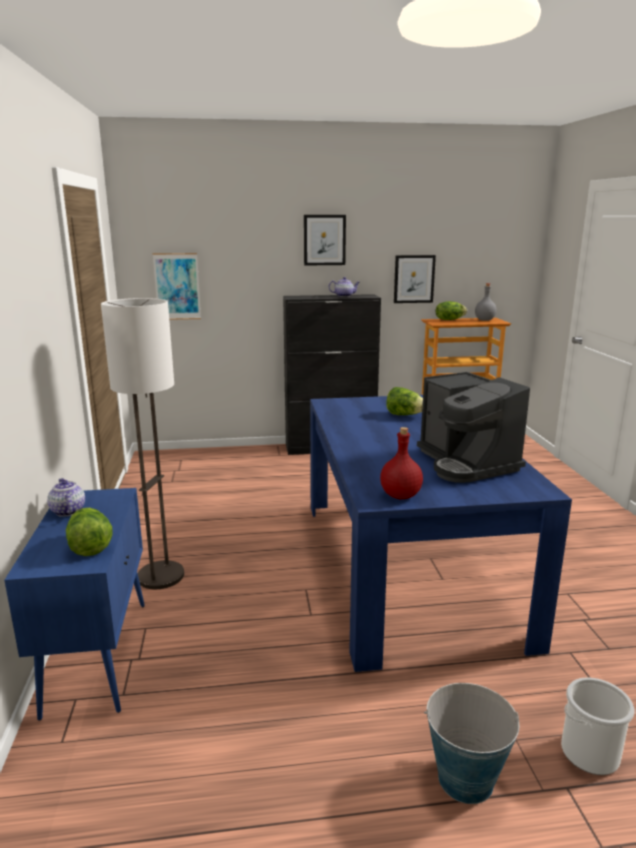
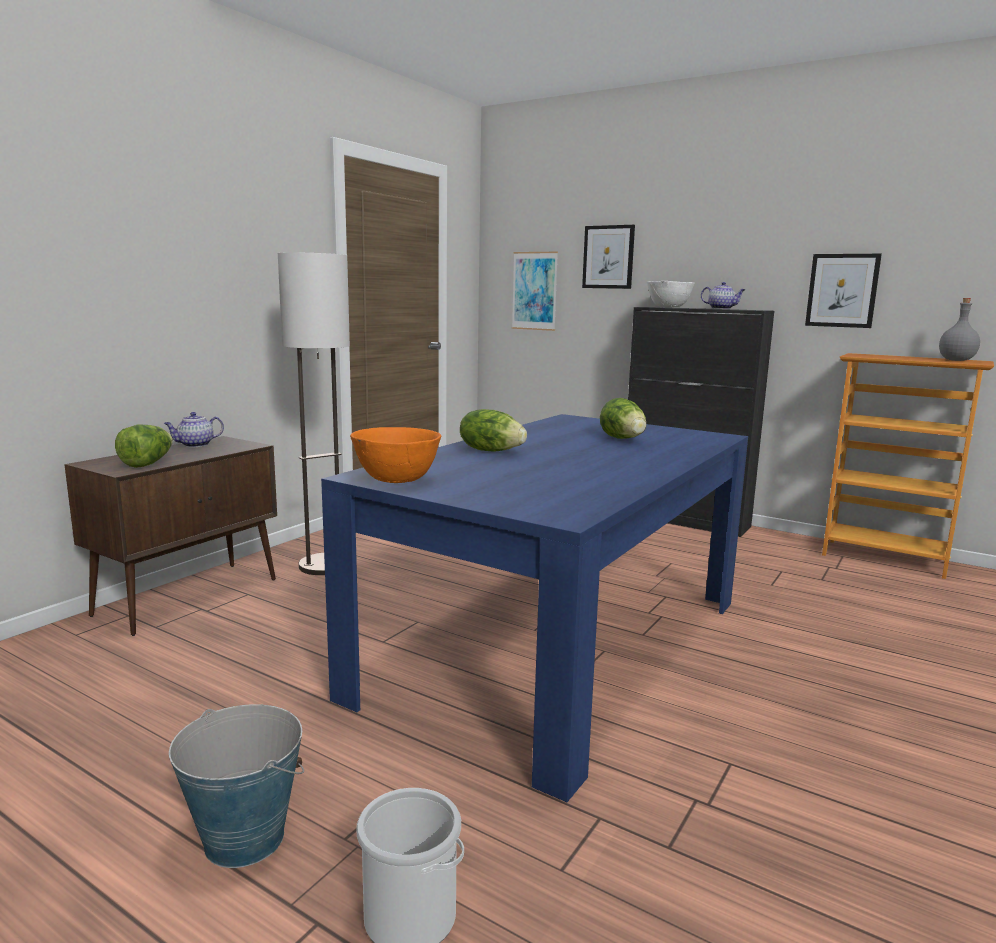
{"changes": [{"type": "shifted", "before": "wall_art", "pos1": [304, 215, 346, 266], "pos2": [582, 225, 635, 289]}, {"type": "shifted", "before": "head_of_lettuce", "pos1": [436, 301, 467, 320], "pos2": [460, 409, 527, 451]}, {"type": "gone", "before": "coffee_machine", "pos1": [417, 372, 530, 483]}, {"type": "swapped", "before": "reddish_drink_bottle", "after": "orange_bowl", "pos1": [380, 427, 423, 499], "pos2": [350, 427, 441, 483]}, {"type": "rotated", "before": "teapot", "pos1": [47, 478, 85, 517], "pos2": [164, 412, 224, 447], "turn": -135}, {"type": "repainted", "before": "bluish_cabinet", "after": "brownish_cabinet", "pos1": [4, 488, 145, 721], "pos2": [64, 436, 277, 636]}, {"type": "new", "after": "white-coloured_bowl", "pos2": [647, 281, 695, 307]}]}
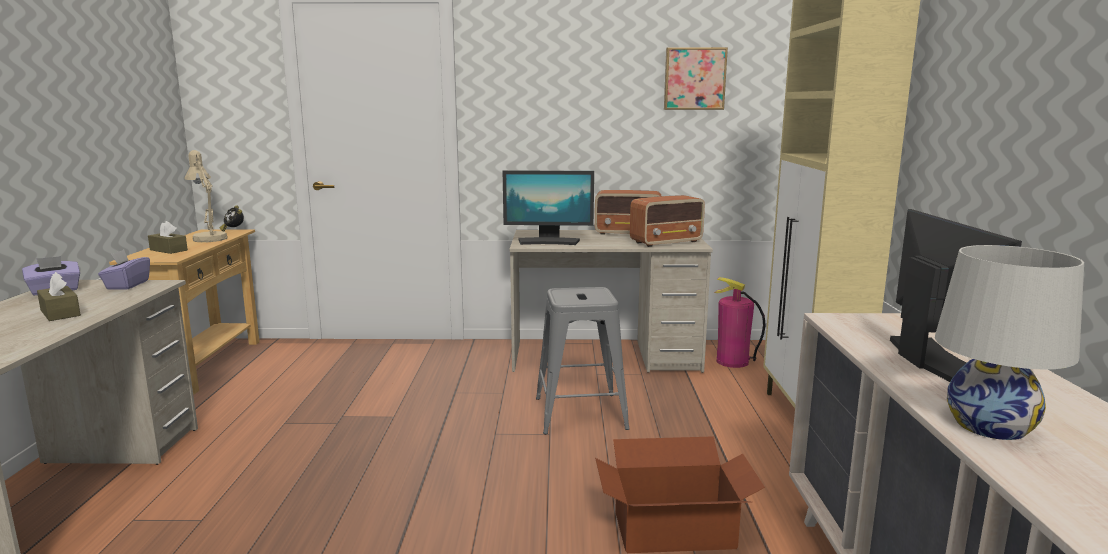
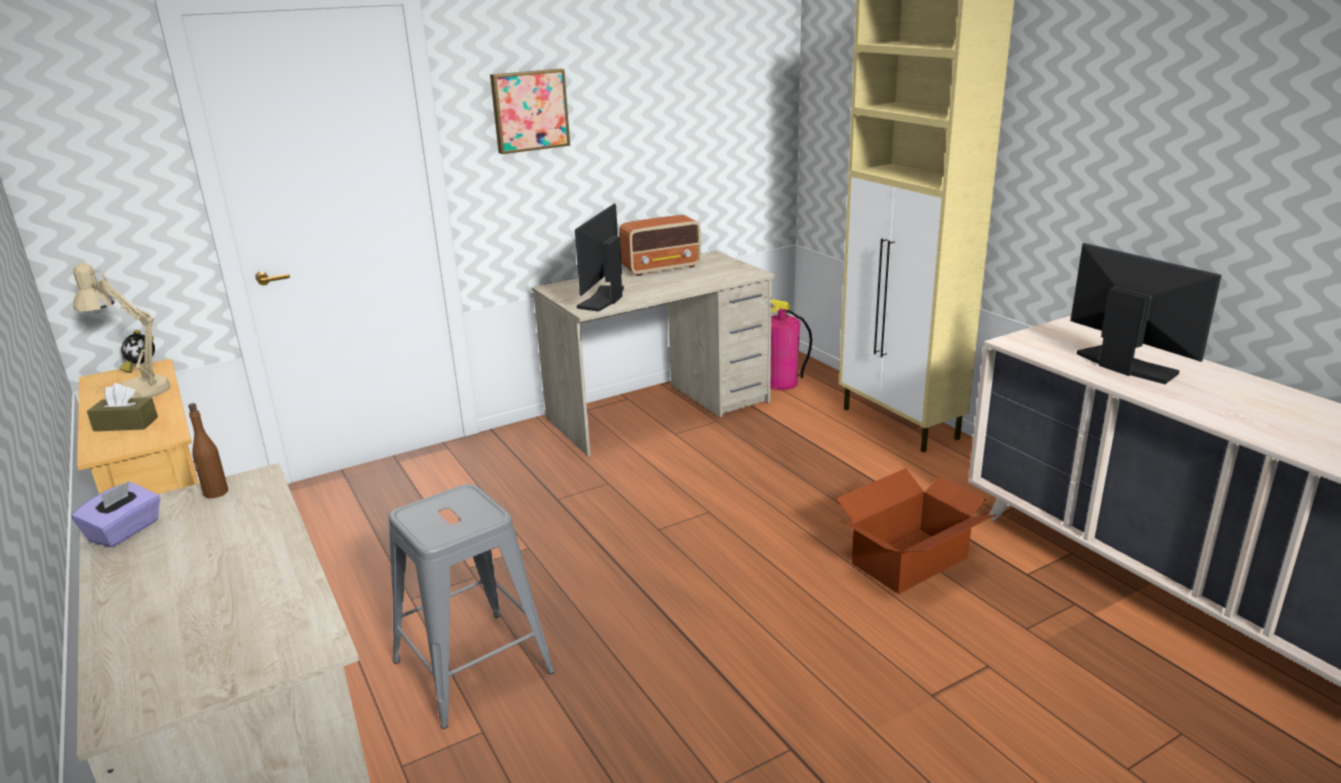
{"changes": [{"type": "shifted", "before": "wall_art", "pos1": [664, 47, 728, 110], "pos2": [490, 69, 570, 154]}, {"type": "rotated", "before": "computer_screen", "pos1": [503, 170, 594, 245], "pos2": [575, 203, 624, 312], "turn": 135}, {"type": "gone", "before": "radio_set", "pos1": [630, 195, 705, 247]}, {"type": "gone", "before": "white-coloured_tabletop_lamp", "pos1": [935, 245, 1084, 440]}, {"type": "swapped", "before": "purple-coloured_tissue_holder", "after": "brownish_drink_bottle", "pos1": [98, 250, 150, 289], "pos2": [188, 403, 228, 498]}, {"type": "gone", "before": "brownish_tissue_holder", "pos1": [37, 272, 81, 321]}, {"type": "shifted", "before": "gray_sitting_stool", "pos1": [536, 287, 630, 434], "pos2": [388, 484, 554, 729]}]}
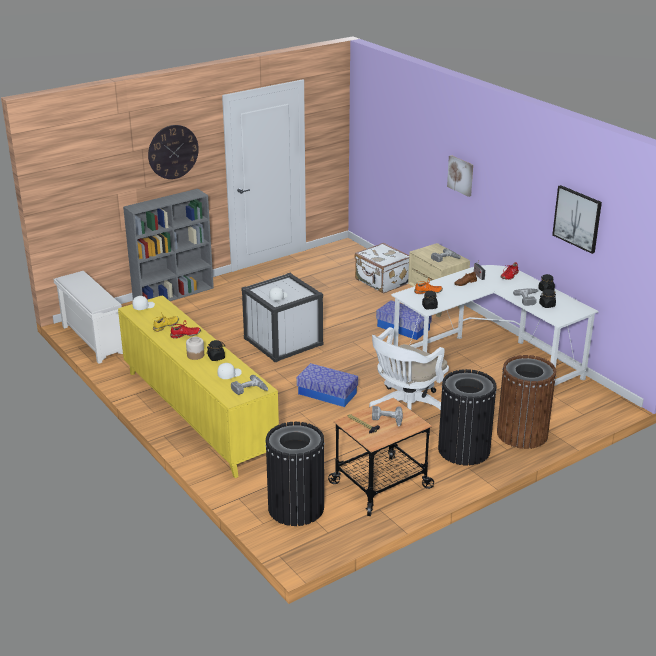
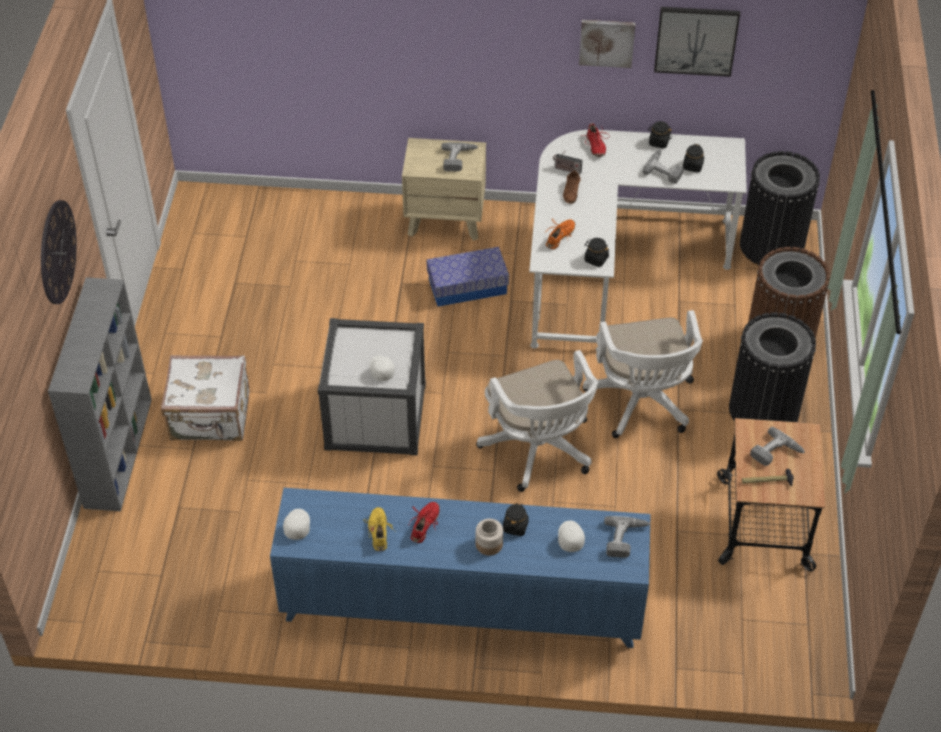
{"changes": [{"type": "shifted", "before": "wall_art", "pos1": [447, 155, 473, 197], "pos2": [579, 20, 635, 68]}, {"type": "shifted", "before": "white-coloured_piece_of_luggage", "pos1": [355, 243, 409, 293], "pos2": [161, 355, 249, 441]}, {"type": "gone", "before": "white-coloured_shoe_shelf", "pos1": [54, 271, 123, 364]}, {"type": "repainted", "before": "yellow_cabinet", "after": "bluish_cabinet", "pos1": [118, 295, 279, 478], "pos2": [270, 488, 651, 648]}, {"type": "swapped", "before": "storage_container", "after": "white-coloured_computer_chair", "pos1": [297, 363, 358, 407], "pos2": [476, 350, 598, 492]}, {"type": "shifted", "before": "blackish_rubbish_bin", "pos1": [265, 422, 325, 526], "pos2": [740, 151, 820, 265]}]}
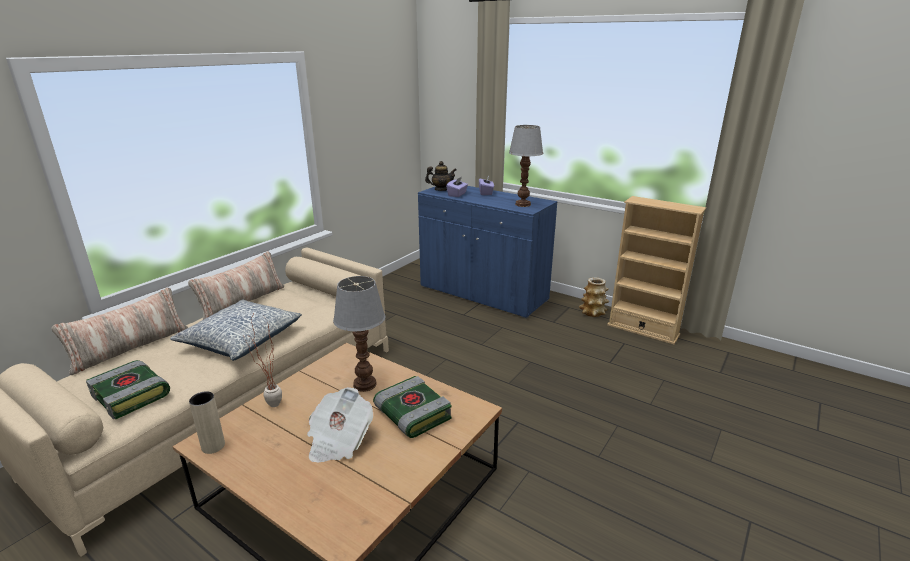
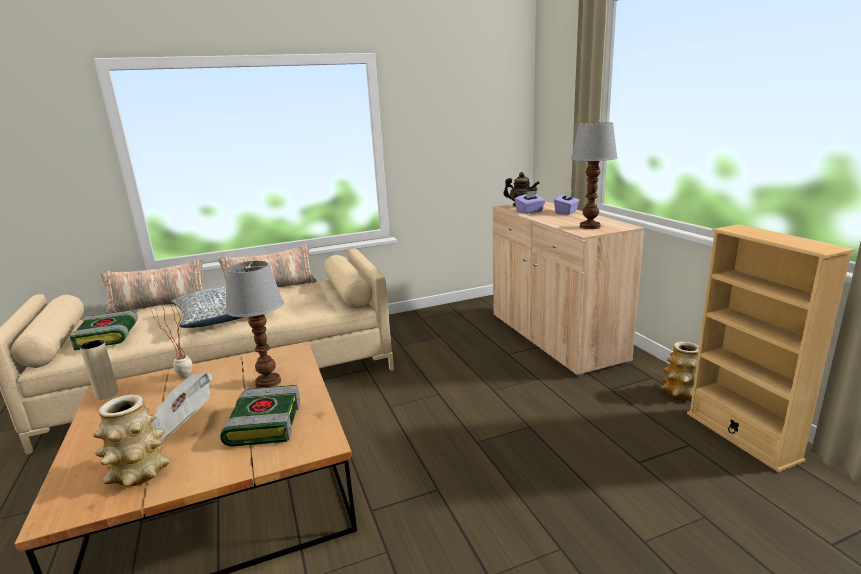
{"changes": [{"type": "repainted", "before": "bluish_cabinet", "after": "beige_cabinet", "pos1": [418, 186, 558, 319], "pos2": [493, 201, 645, 377]}, {"type": "new", "after": "decorative_vase", "pos2": [94, 395, 170, 487]}]}
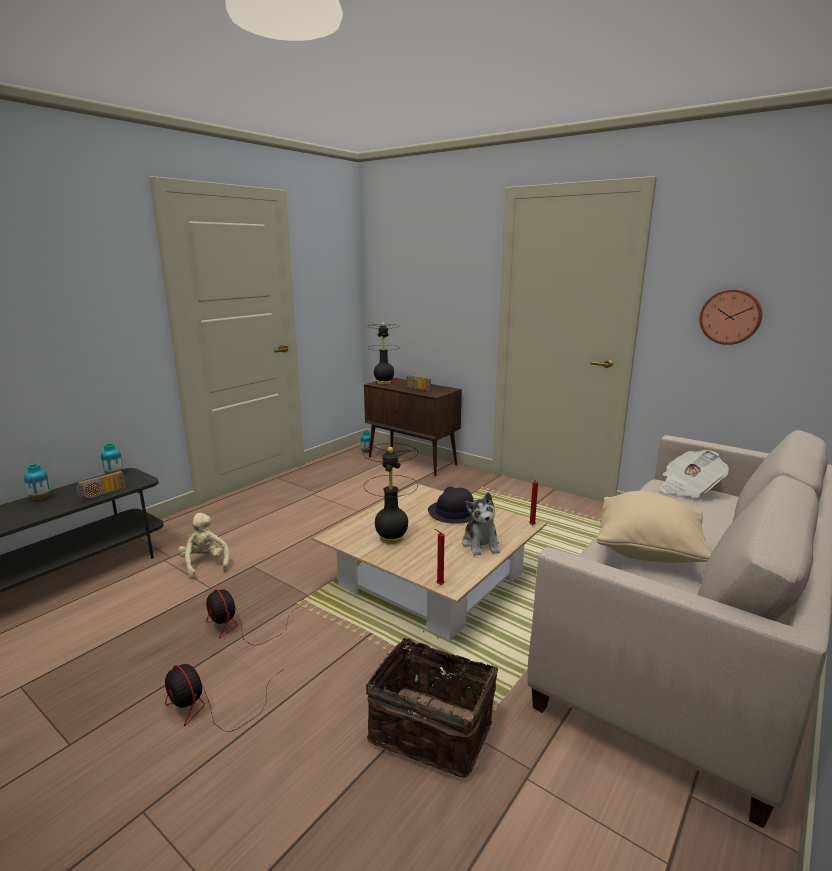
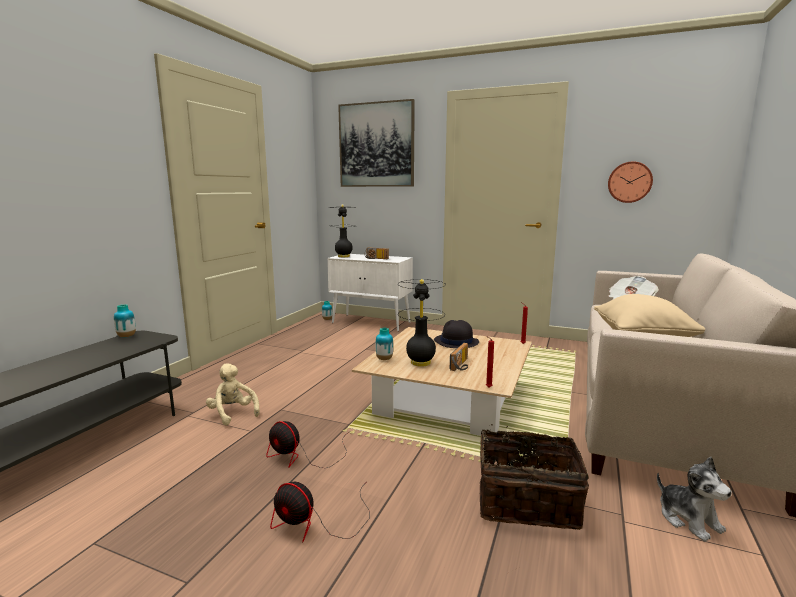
{"changes": [{"type": "repainted", "before": "brownish_cabinet", "after": "white-coloured_cabinet", "pos1": [364, 378, 462, 476], "pos2": [327, 254, 413, 331]}, {"type": "shifted", "before": "decorative_vase", "pos1": [24, 464, 51, 500], "pos2": [376, 328, 393, 360]}, {"type": "shifted", "before": "radio_set", "pos1": [77, 471, 126, 501], "pos2": [450, 343, 468, 371]}, {"type": "shifted", "before": "soft_toy", "pos1": [462, 492, 500, 556], "pos2": [657, 457, 732, 542]}, {"type": "new", "after": "wall_art", "pos2": [338, 99, 415, 187]}]}
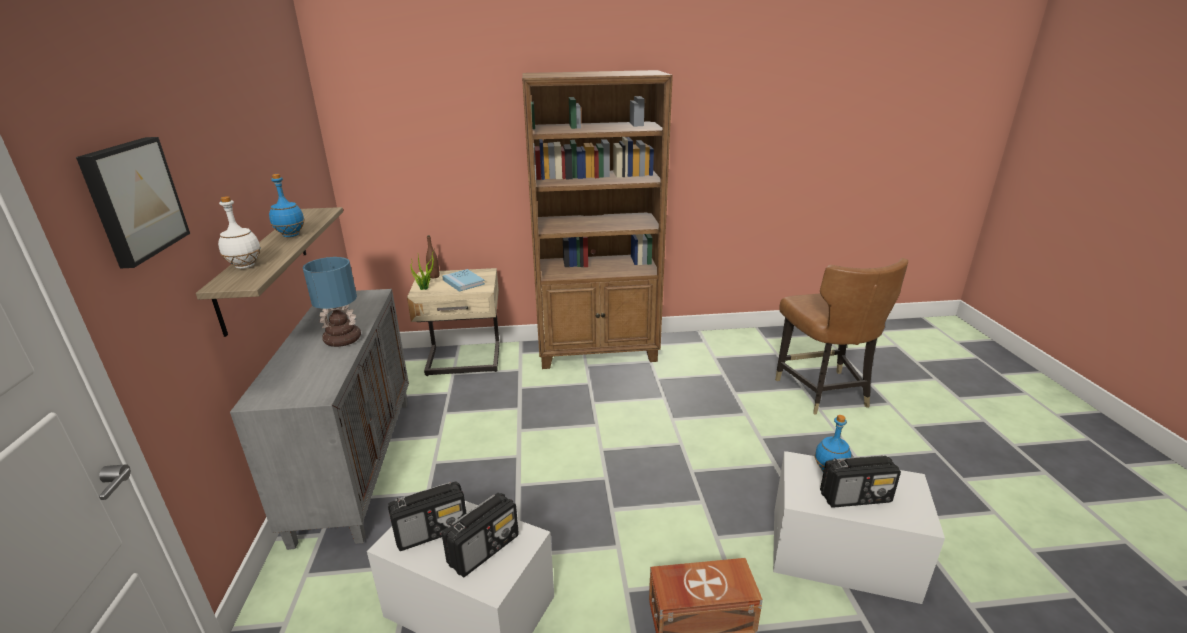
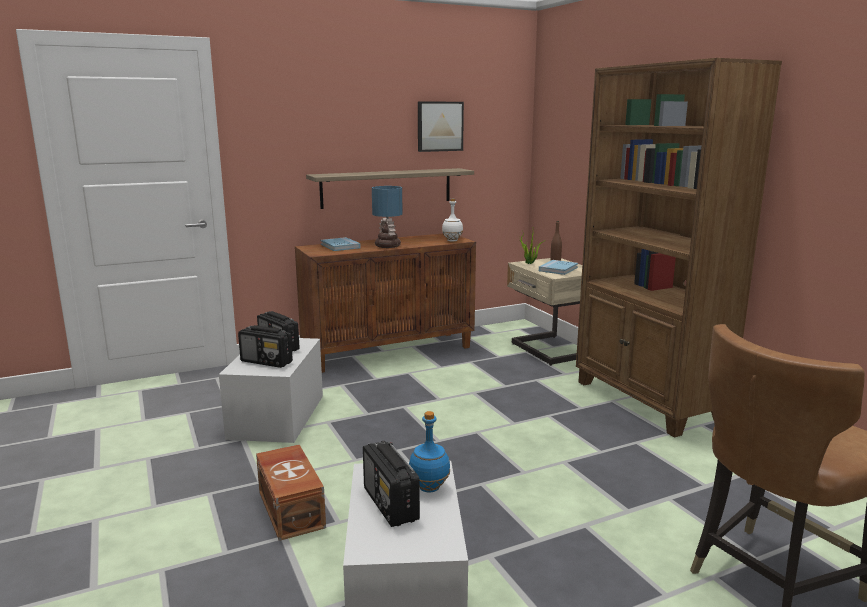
{"changes": [{"type": "shifted", "before": "wall_art", "pos1": [76, 137, 190, 269], "pos2": [418, 101, 464, 152]}, {"type": "gone", "before": "bluish_drink_bottle", "pos1": [269, 174, 305, 237]}, {"type": "shifted", "before": "white-coloured_drink_bottle", "pos1": [218, 196, 261, 269], "pos2": [442, 199, 463, 241]}, {"type": "repainted", "before": "gray_cabinet", "after": "brownish_cabinet", "pos1": [230, 289, 409, 550], "pos2": [295, 234, 476, 373]}, {"type": "new", "after": "bluish_volume", "pos2": [321, 237, 361, 251]}]}
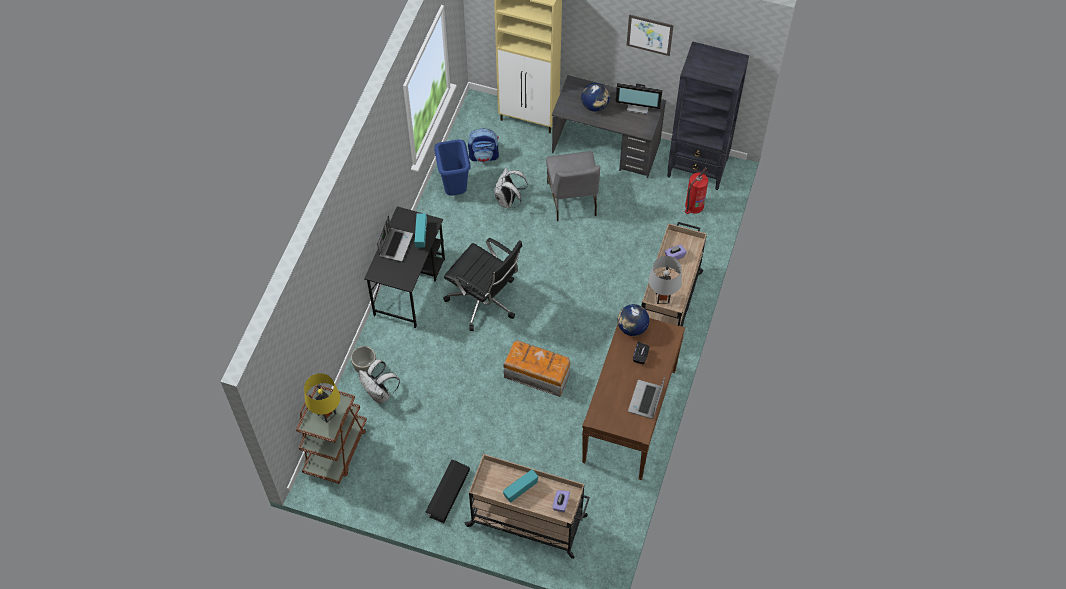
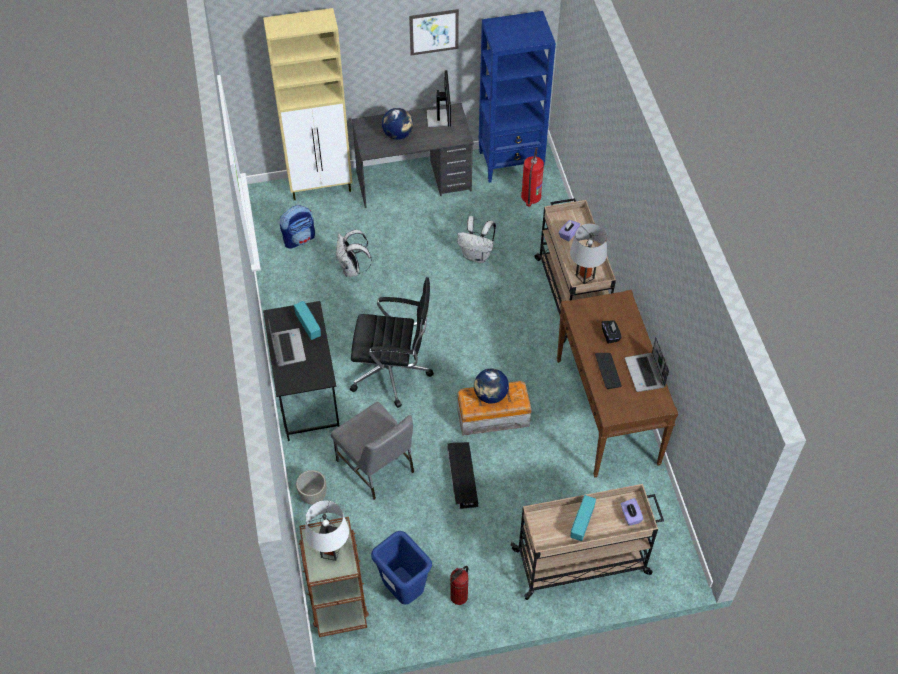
{"changes": [{"type": "repainted", "before": "blackish_bookshelf", "after": "bluish_bookshelf", "pos1": [667, 41, 749, 190], "pos2": [479, 11, 556, 183]}, {"type": "rotated", "before": "computer_screen", "pos1": [616, 83, 663, 115], "pos2": [426, 70, 451, 127], "turn": -75}, {"type": "shifted", "before": "bluish_rubbish_bin", "pos1": [434, 139, 471, 195], "pos2": [371, 531, 432, 605]}, {"type": "shifted", "before": "gray_upright_chair", "pos1": [546, 151, 601, 221], "pos2": [331, 402, 414, 500]}, {"type": "shifted", "before": "globe", "pos1": [618, 304, 649, 336], "pos2": [474, 368, 509, 404]}, {"type": "shifted", "before": "white-coloured_backpack", "pos1": [359, 359, 400, 404], "pos2": [457, 216, 496, 263]}, {"type": "repainted", "before": "yellow_tabletop_lamp", "after": "white-coloured_tabletop_lamp", "pos1": [304, 373, 340, 423], "pos2": [305, 500, 349, 561]}, {"type": "shifted", "before": "blackish_storage_container", "pos1": [425, 459, 470, 523], "pos2": [447, 442, 478, 509]}, {"type": "new", "after": "keyboard", "pos2": [595, 353, 622, 389]}, {"type": "new", "after": "fire-fighting_cylinder", "pos2": [450, 566, 469, 605]}]}
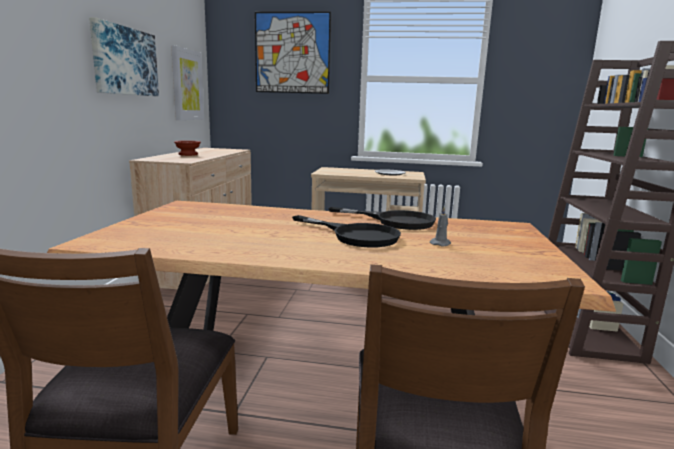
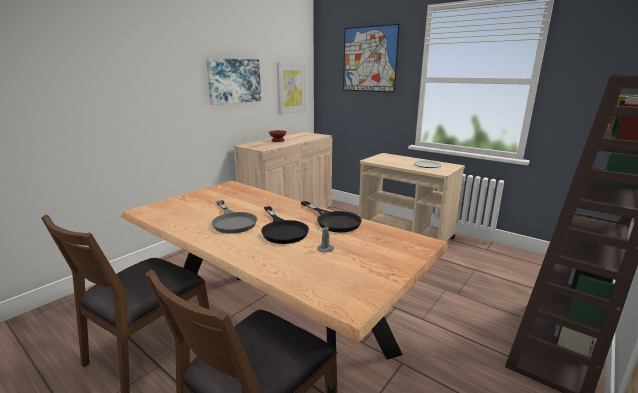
{"changes": [{"type": "new", "after": "gray_frying_pan", "pos2": [212, 200, 257, 234]}]}
